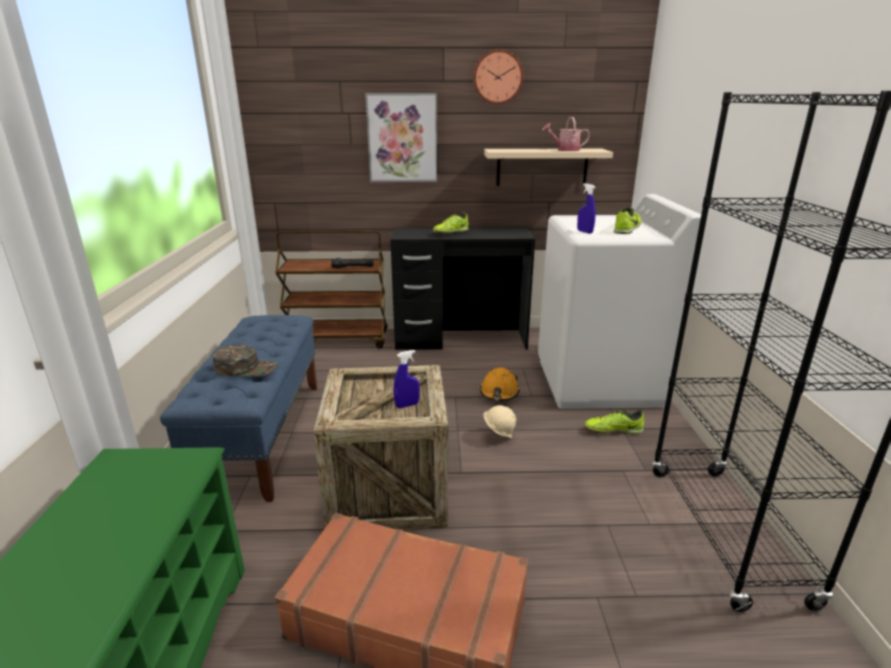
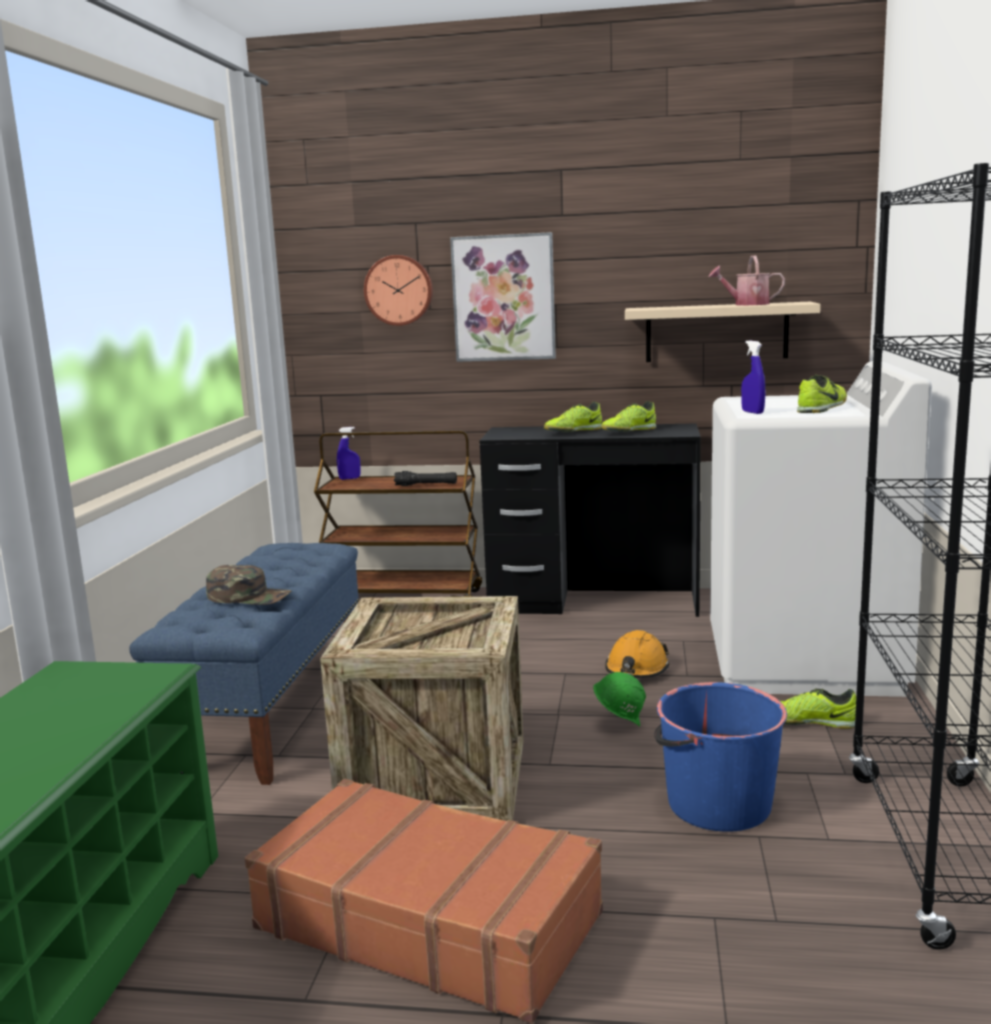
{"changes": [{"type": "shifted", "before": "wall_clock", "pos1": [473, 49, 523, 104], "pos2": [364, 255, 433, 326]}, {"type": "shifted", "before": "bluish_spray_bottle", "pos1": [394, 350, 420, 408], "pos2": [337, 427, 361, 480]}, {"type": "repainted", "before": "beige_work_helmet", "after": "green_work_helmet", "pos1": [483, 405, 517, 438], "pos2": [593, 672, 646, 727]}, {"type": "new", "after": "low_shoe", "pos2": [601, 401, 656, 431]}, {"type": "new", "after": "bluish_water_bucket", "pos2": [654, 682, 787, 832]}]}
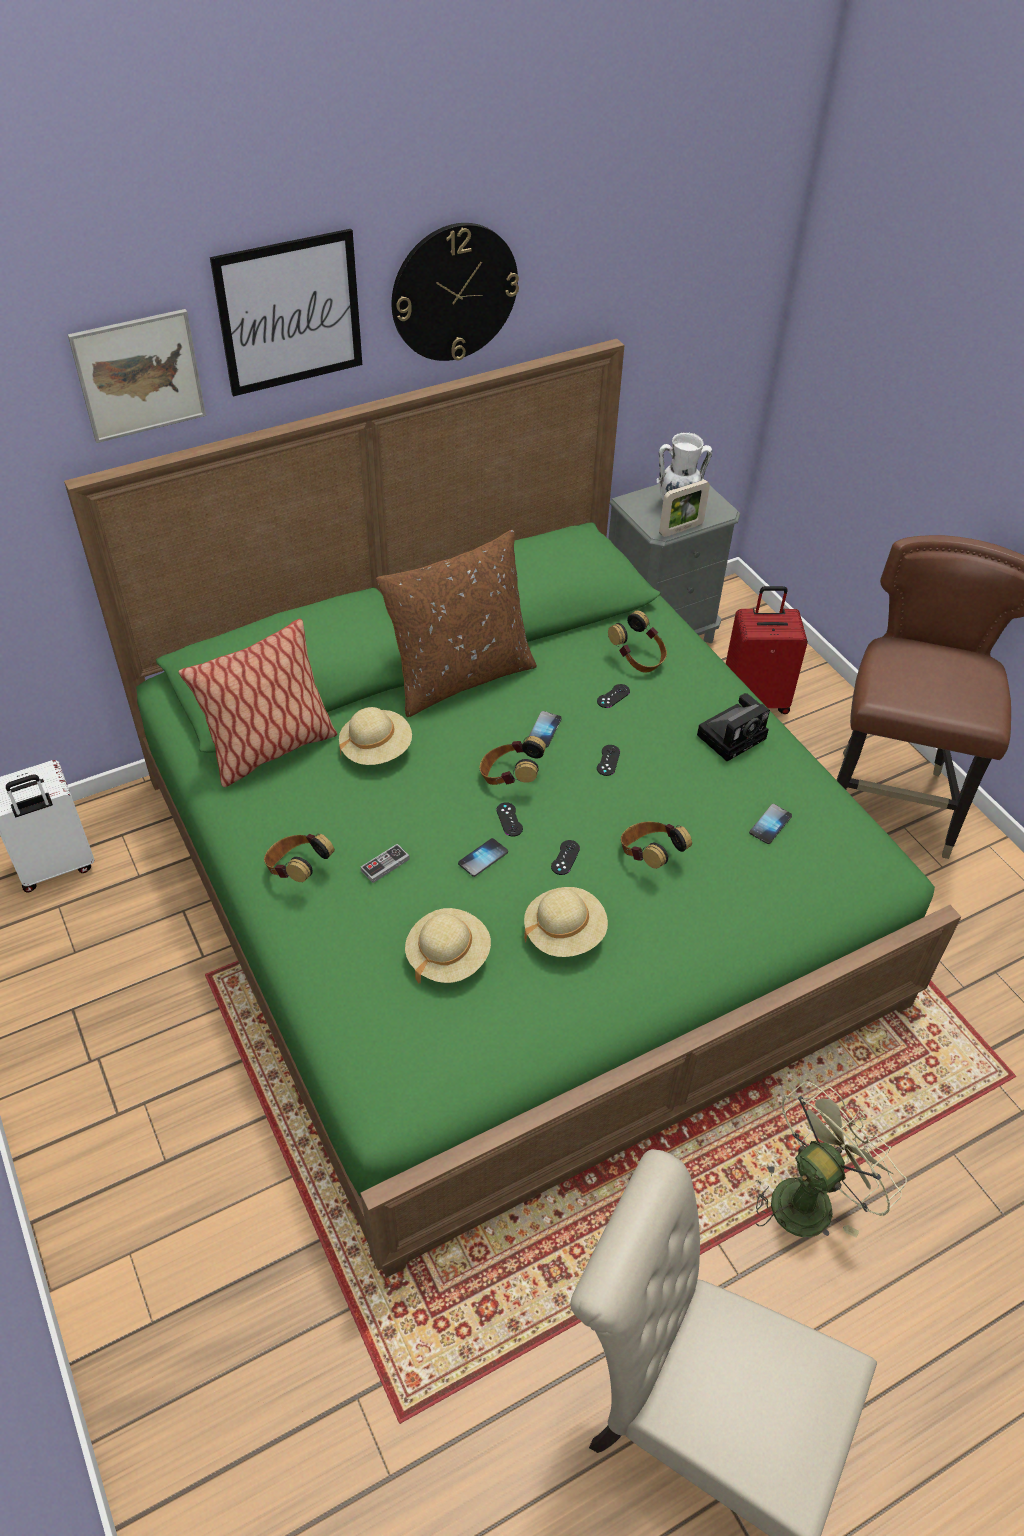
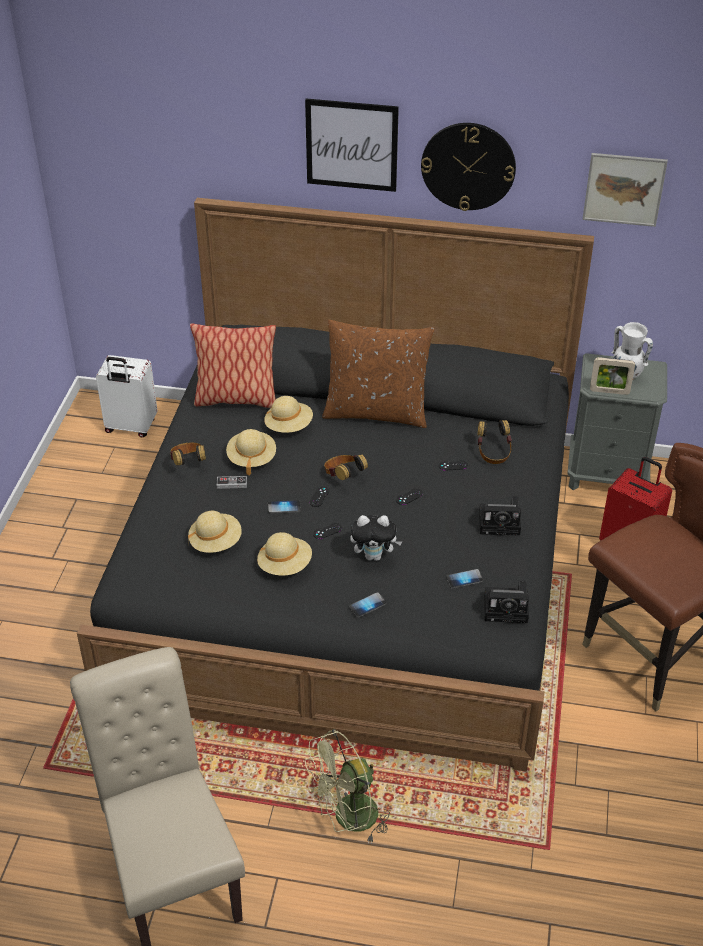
{"changes": [{"type": "shifted", "before": "wall_art", "pos1": [68, 309, 206, 443], "pos2": [582, 153, 668, 227]}, {"type": "repainted", "before": "green_bed", "after": "blackish_bed", "pos1": [64, 339, 961, 1278], "pos2": [77, 198, 594, 772]}, {"type": "shifted", "before": "telephone", "pos1": [528, 711, 562, 748], "pos2": [349, 592, 387, 618]}, {"type": "swapped", "before": "headset", "after": "soft_toy", "pos1": [621, 822, 692, 869], "pos2": [350, 515, 403, 561]}, {"type": "rotated", "before": "green_cooling_fan", "pos1": [756, 1082, 907, 1238], "pos2": [305, 729, 390, 843], "turn": 150}, {"type": "new", "after": "beige_hat", "pos2": [226, 429, 276, 476]}, {"type": "new", "after": "photo_camera", "pos2": [484, 581, 529, 623]}]}
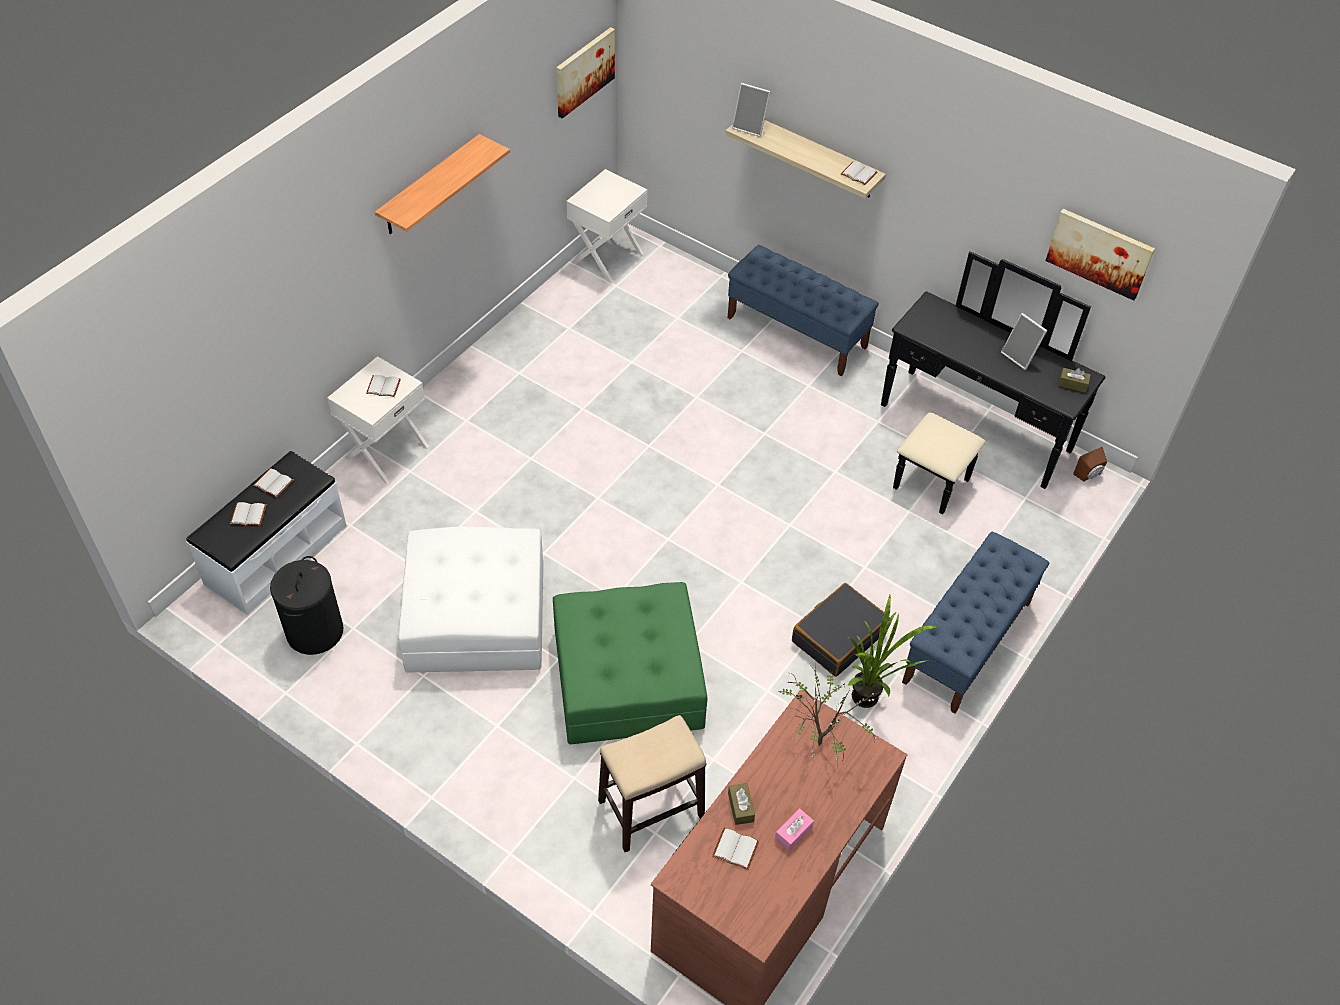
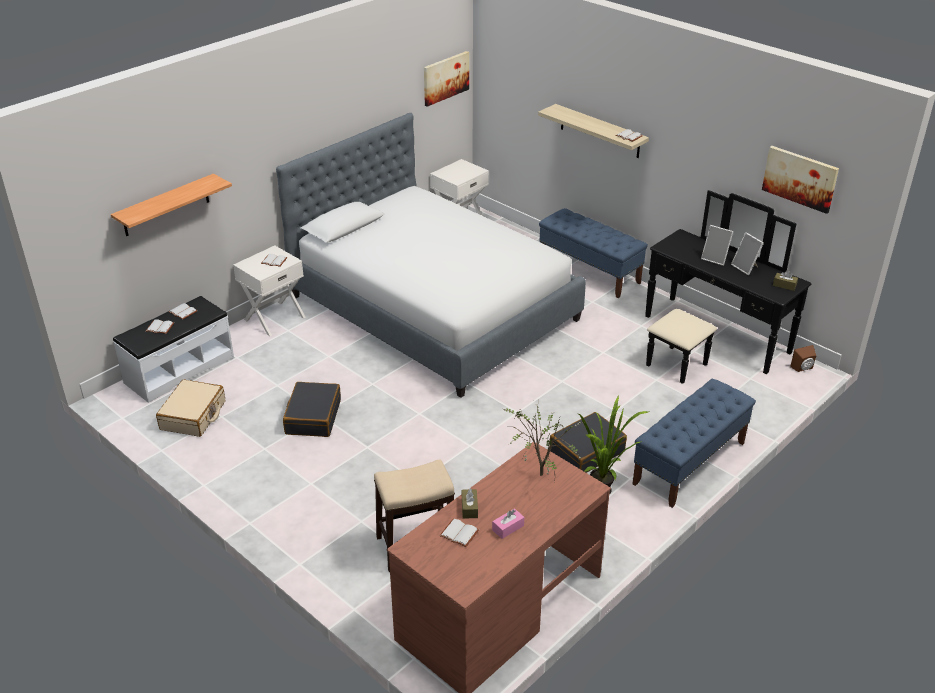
{"changes": [{"type": "shifted", "before": "standing_frame", "pos1": [732, 83, 771, 137], "pos2": [701, 225, 733, 266]}, {"type": "shifted", "before": "shelf", "pos1": [375, 134, 510, 234], "pos2": [111, 174, 232, 236]}, {"type": "swapped", "before": "white-coloured_footrest", "after": "blackish_piece_of_luggage", "pos1": [398, 526, 543, 673], "pos2": [283, 382, 341, 437]}, {"type": "swapped", "before": "blackish_laundry_basket", "after": "beige_piece_of_luggage", "pos1": [270, 556, 344, 655], "pos2": [156, 379, 225, 437]}, {"type": "gone", "before": "green_footrest", "pos1": [553, 582, 708, 745]}, {"type": "new", "after": "bed", "pos2": [276, 113, 586, 398]}]}
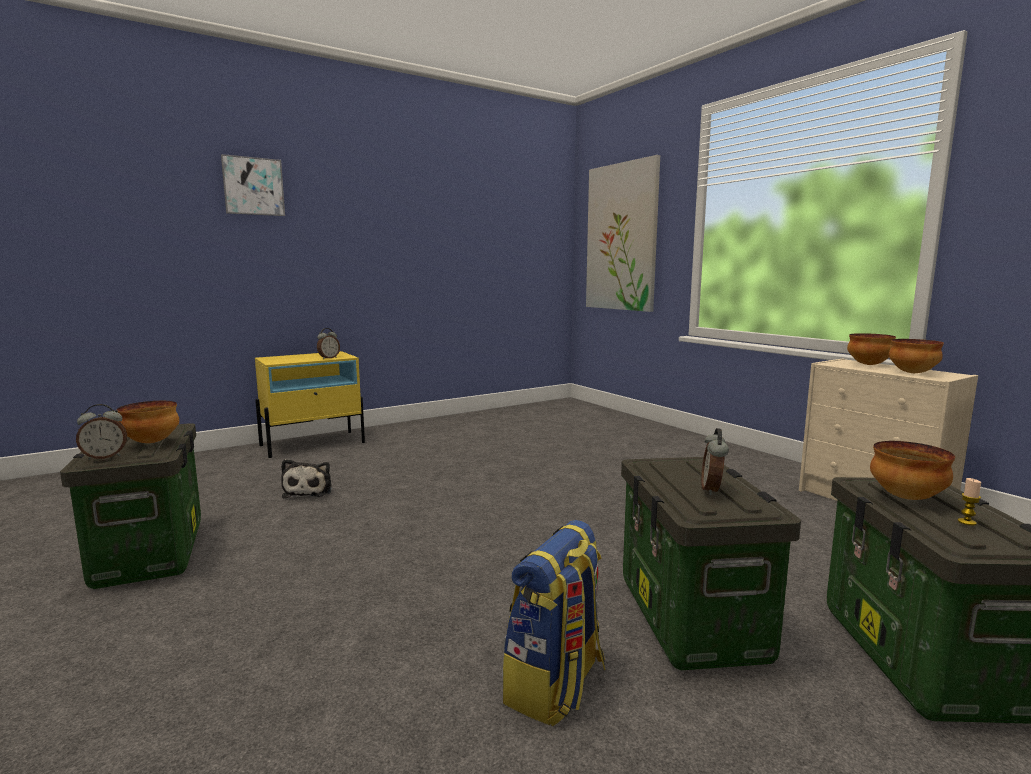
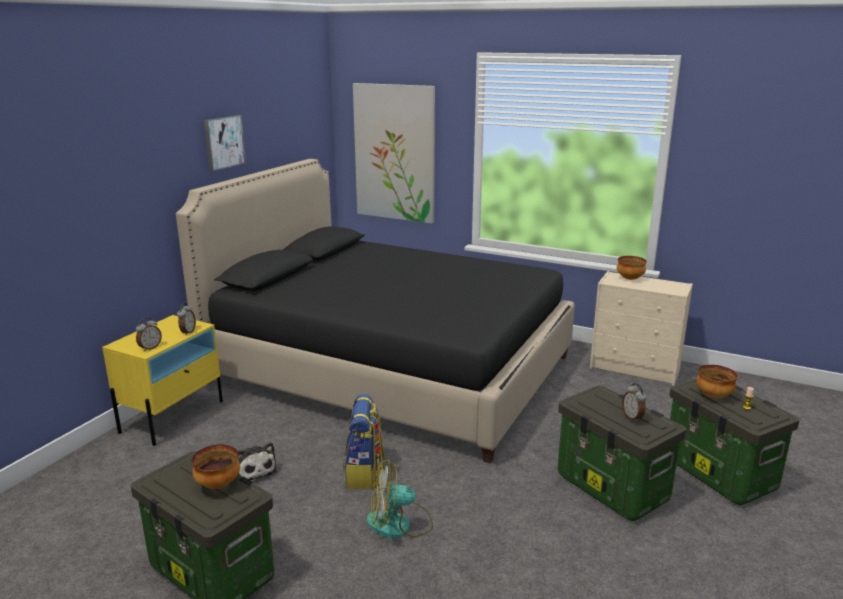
{"changes": [{"type": "shifted", "before": "wall_art", "pos1": [221, 154, 285, 216], "pos2": [204, 115, 246, 171]}, {"type": "gone", "before": "bowl", "pos1": [889, 339, 944, 373]}, {"type": "shifted", "before": "alarm_clock", "pos1": [76, 404, 127, 460], "pos2": [136, 318, 162, 351]}, {"type": "shifted", "before": "backpack", "pos1": [502, 520, 606, 727], "pos2": [343, 394, 385, 489]}, {"type": "new", "after": "blackish_bed", "pos2": [176, 159, 575, 463]}, {"type": "new", "after": "cooling_fan", "pos2": [367, 459, 433, 539]}]}
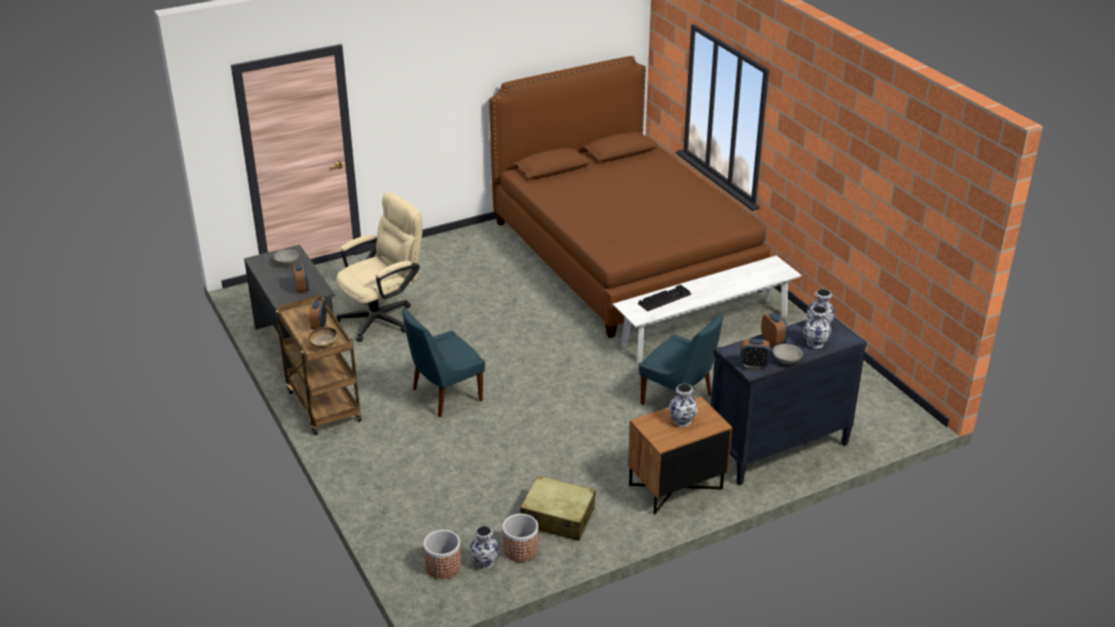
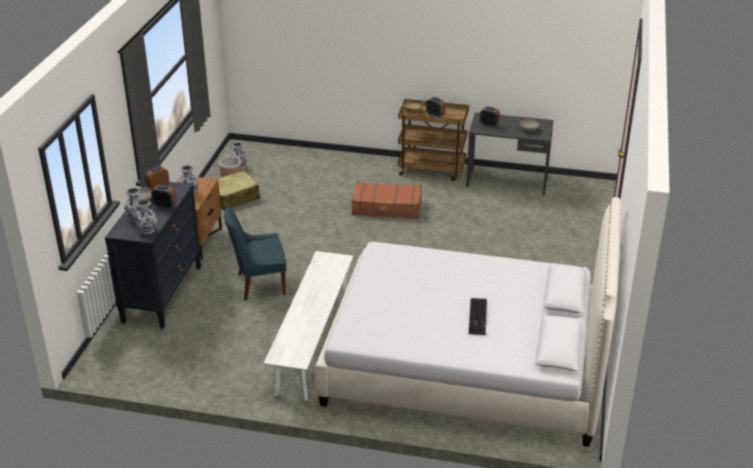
{"changes": [{"type": "repainted", "before": "brownish_bed", "after": "white-coloured_bed", "pos1": [489, 56, 770, 338], "pos2": [315, 197, 621, 447]}, {"type": "gone", "before": "beige_computer_chair", "pos1": [336, 192, 423, 342]}, {"type": "shifted", "before": "keyboard", "pos1": [638, 285, 691, 311], "pos2": [469, 298, 487, 335]}, {"type": "swapped", "before": "bluish_upright_chair", "after": "brownish_piece_of_luggage", "pos1": [402, 308, 485, 417], "pos2": [352, 182, 422, 219]}, {"type": "gone", "before": "plant_pot", "pos1": [424, 530, 461, 579]}]}
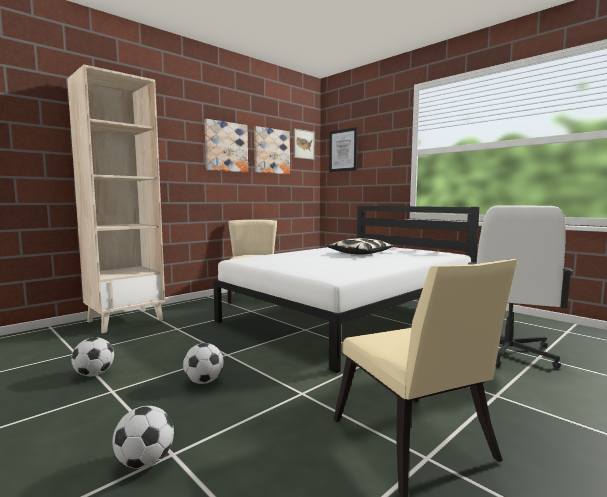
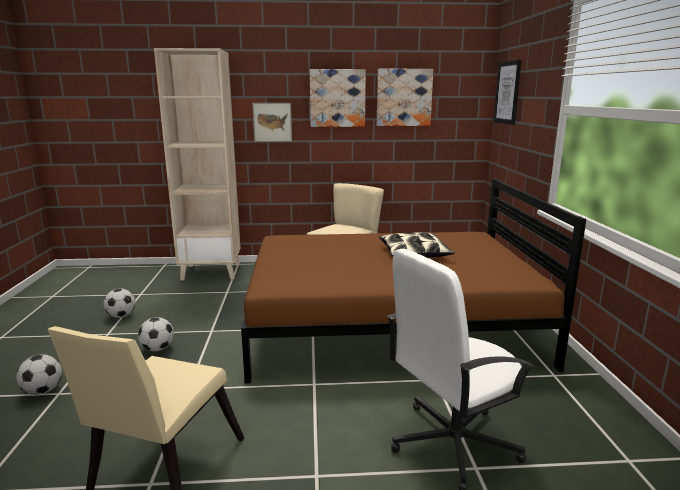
{"changes": [{"type": "shifted", "before": "wall_art", "pos1": [294, 128, 315, 160], "pos2": [252, 103, 292, 142]}, {"type": "repainted", "before": "white-coloured_bed", "after": "brownish_bed", "pos1": [213, 205, 479, 373], "pos2": [241, 178, 586, 383]}]}
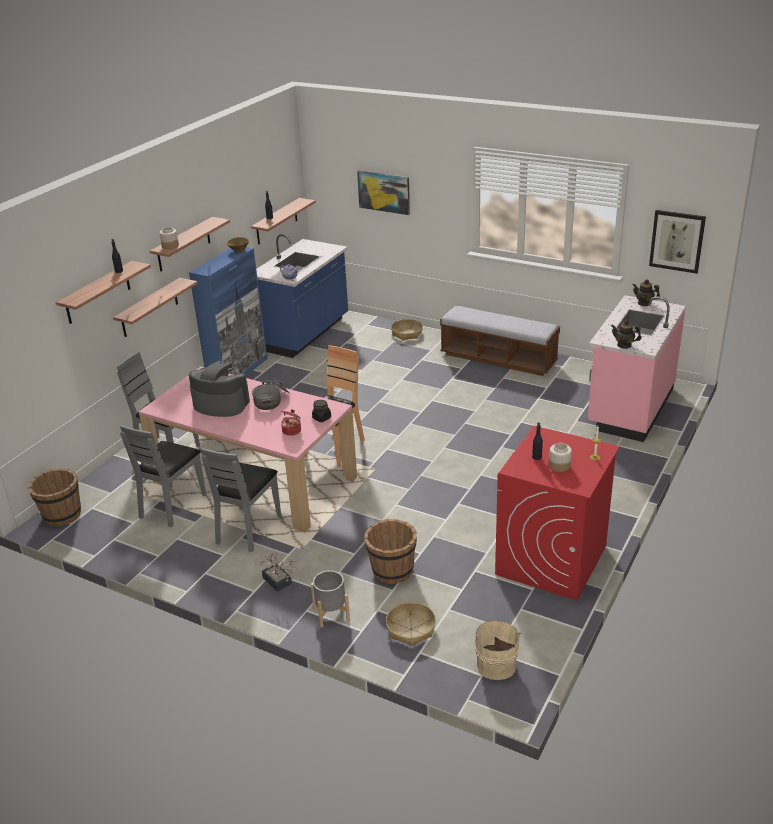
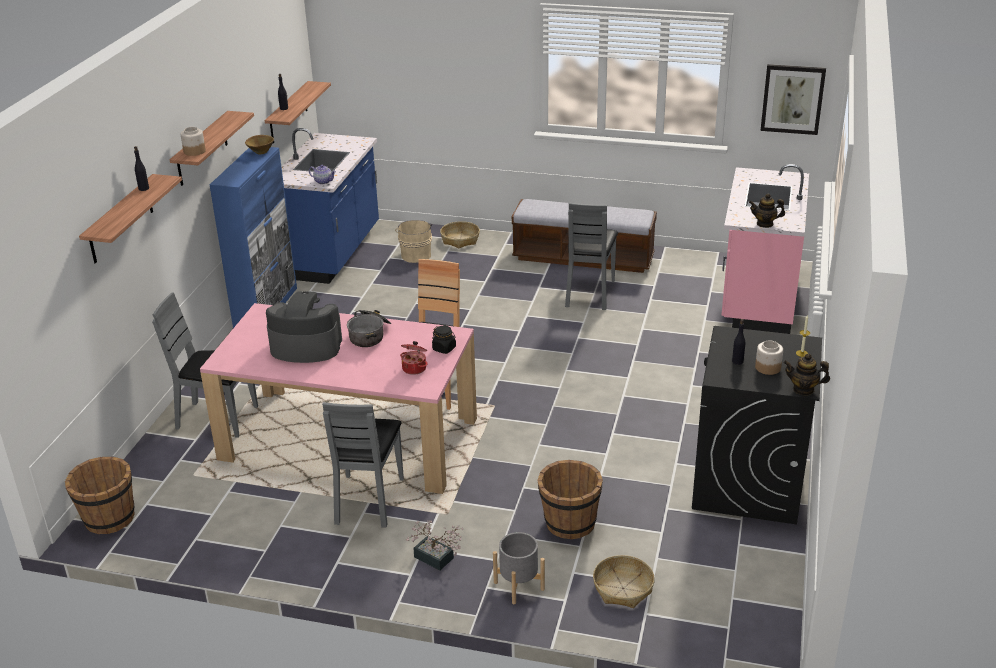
{"changes": [{"type": "gone", "before": "wall_art", "pos1": [357, 171, 410, 215]}, {"type": "gone", "before": "shelf", "pos1": [113, 277, 198, 337]}, {"type": "shifted", "before": "teapot", "pos1": [632, 279, 660, 306], "pos2": [783, 354, 830, 396]}, {"type": "shifted", "before": "gray_upright_chair", "pos1": [120, 425, 206, 527], "pos2": [565, 203, 618, 310]}, {"type": "repainted", "before": "reddish_laundry_appliance", "after": "blackish_laundry_appliance", "pos1": [495, 426, 620, 601], "pos2": [692, 326, 822, 525]}, {"type": "shifted", "before": "beige_water_bucket", "pos1": [472, 620, 521, 680], "pos2": [395, 220, 432, 263]}]}
